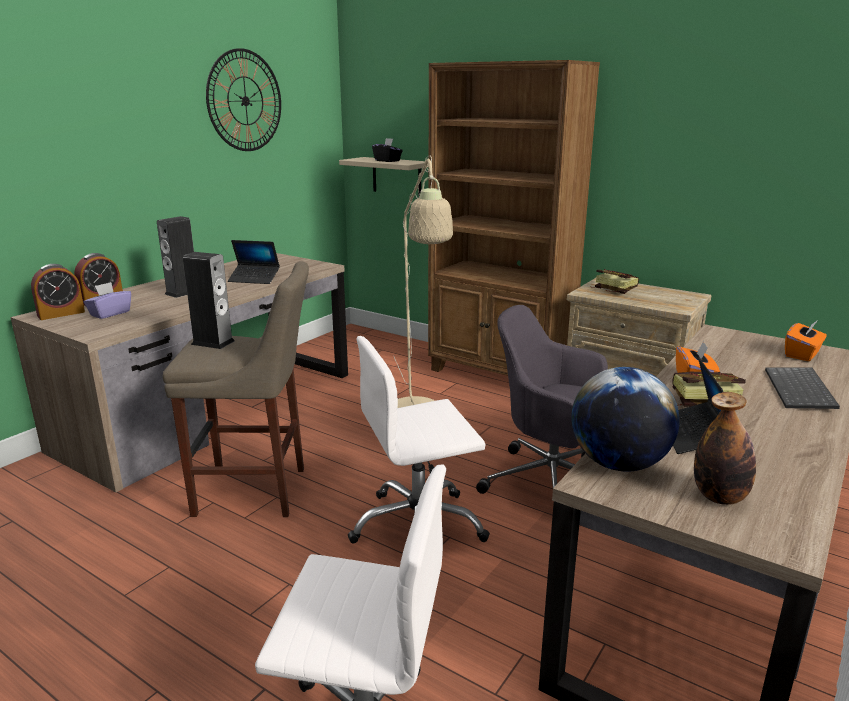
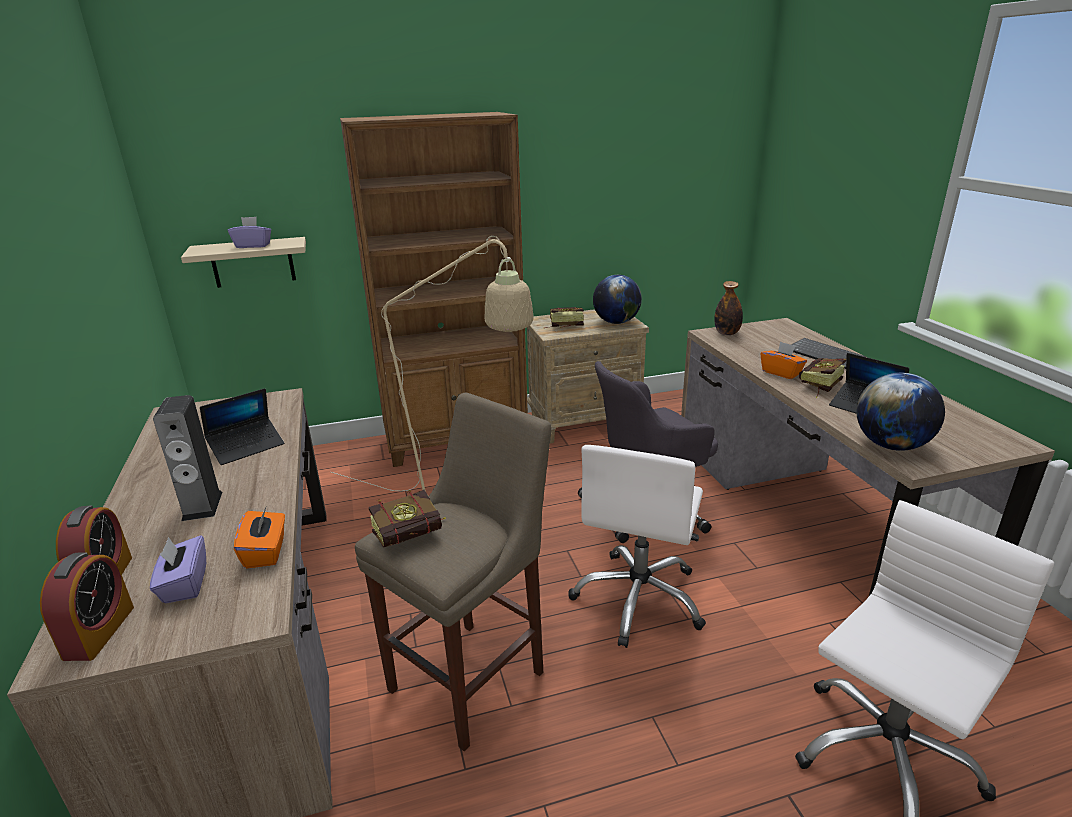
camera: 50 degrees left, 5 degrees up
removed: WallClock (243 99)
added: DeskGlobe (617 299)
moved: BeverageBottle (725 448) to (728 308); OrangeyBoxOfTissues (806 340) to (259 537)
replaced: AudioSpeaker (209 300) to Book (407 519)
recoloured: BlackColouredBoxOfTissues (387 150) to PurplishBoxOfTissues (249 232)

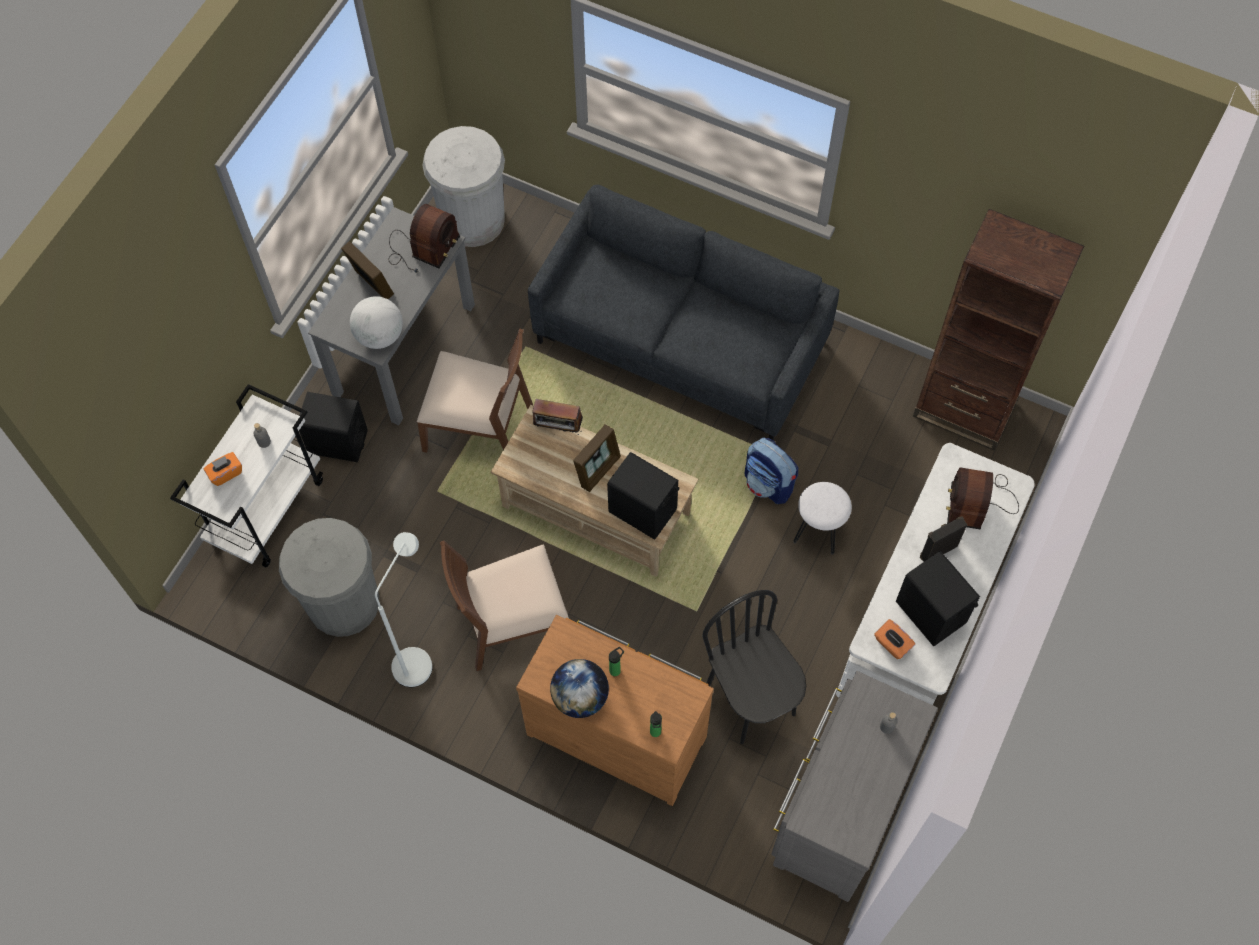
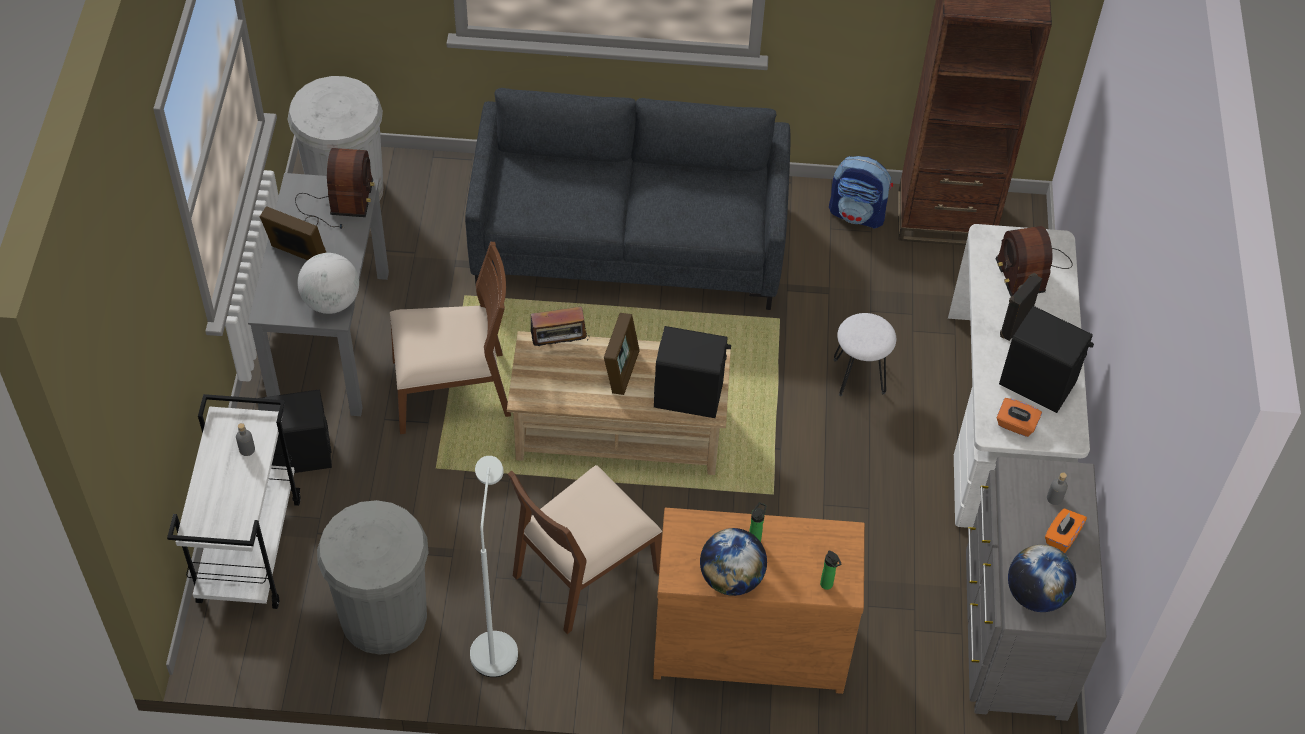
camera: 25 degrees left, 10 degrees down
removed: BlackColouredUprightChair (754 667)
added: DeskGlobe (1042 578)
moved: OrangeyBoxOfTissues (223 469) to (1066 530); Knapsack (771 471) to (861 192)

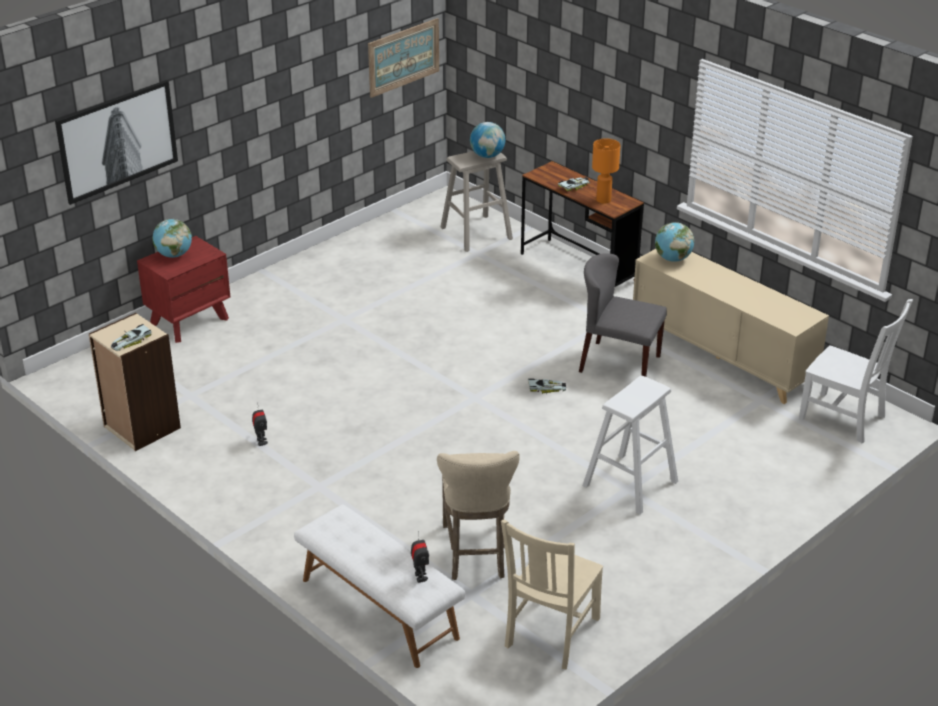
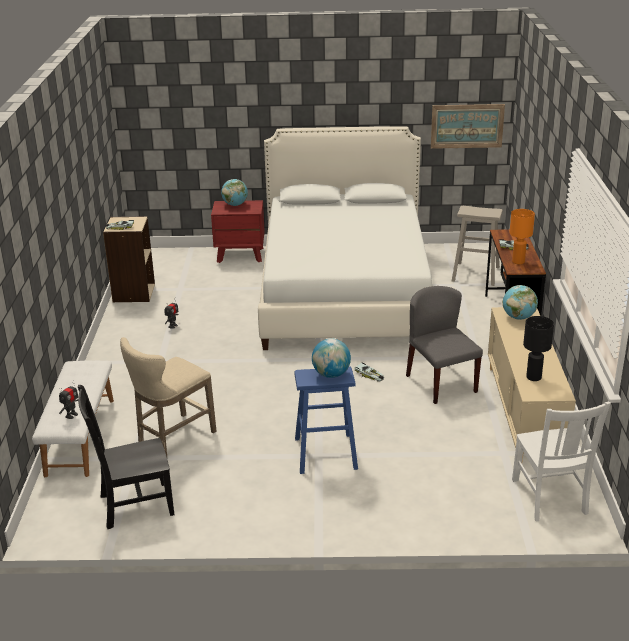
camera: 45 degrees right, 5 degrees down
removed: WallArt (116 142)
added: WhiteColouredSleepingBed (345 238); BlackColouredLampForATable (538 348)
moved: DeskGlobe (487 140) to (331 358)
recoloured: BeigeUprightChair (552 594) to BlackColouredUprightChair (126 457); WhiteColouredStool (630 445) to BlueStool (326 420)

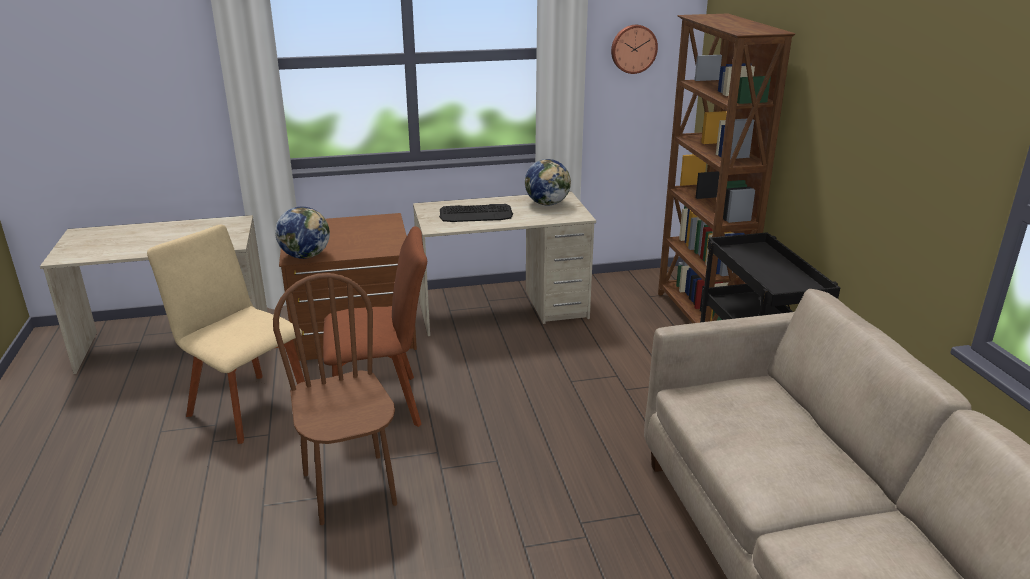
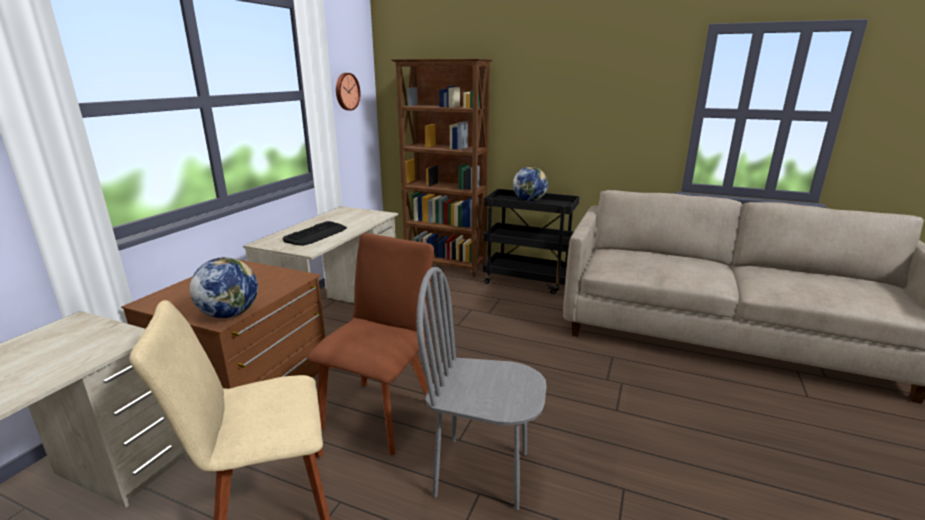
camera: 55 degrees left, 5 degrees down
moved: DeskGlobe (548 182) to (530 184)
recoloured: BrownColouredUprightChair (335 399) to GrayUprightChair (481 388)

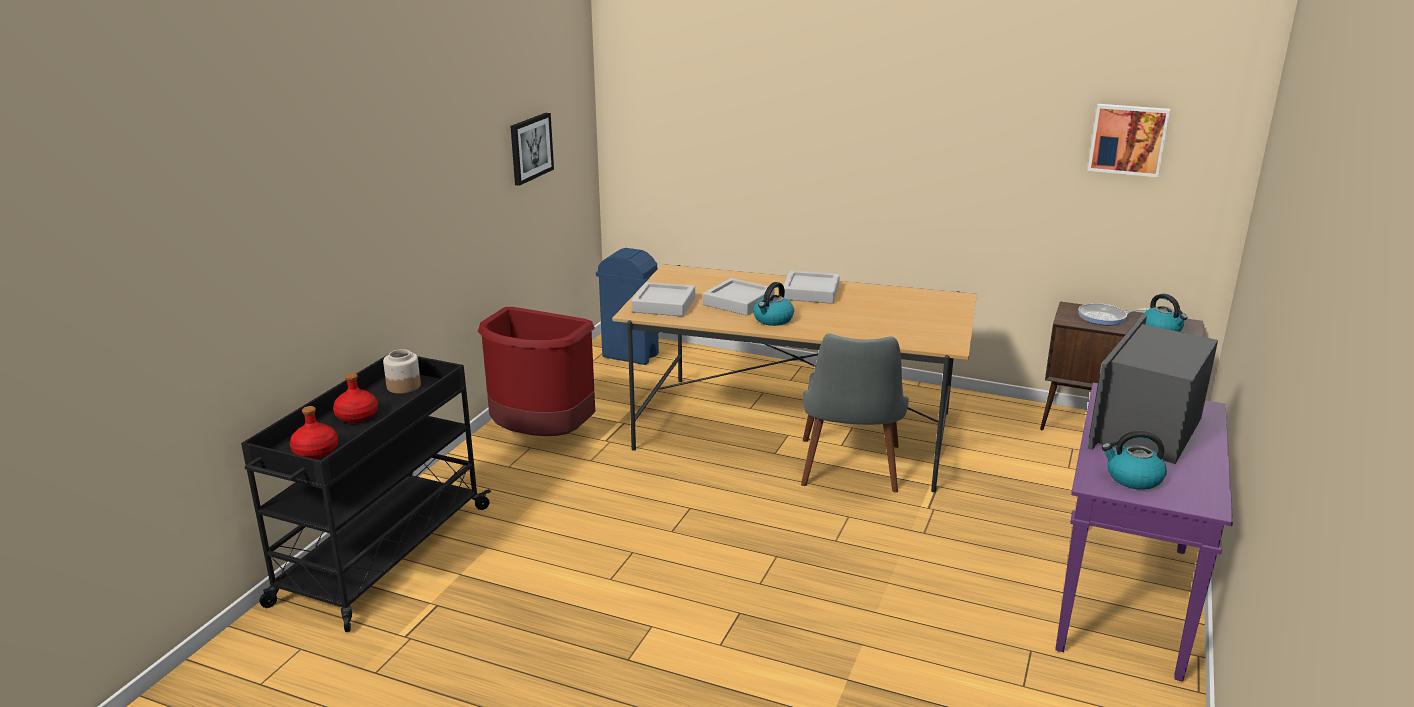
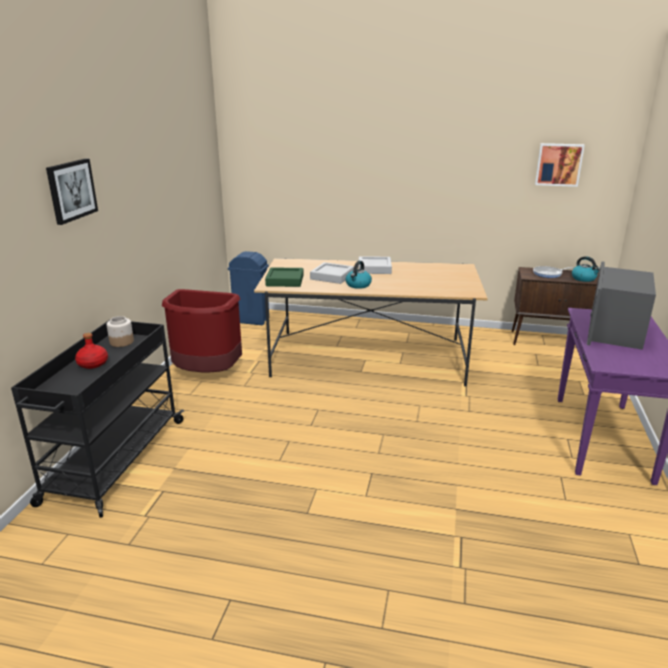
camera: 10 degrees left, 0 degrees up
removed: ReddishBeverageBottle (314 432); GrayUprightChair (855 412); WaterKettle (1134 460)
moved: WallArt (532 149) to (72 191)
recoloured: GrayServingTray (663 299) to GreenishServingTray (284 277)

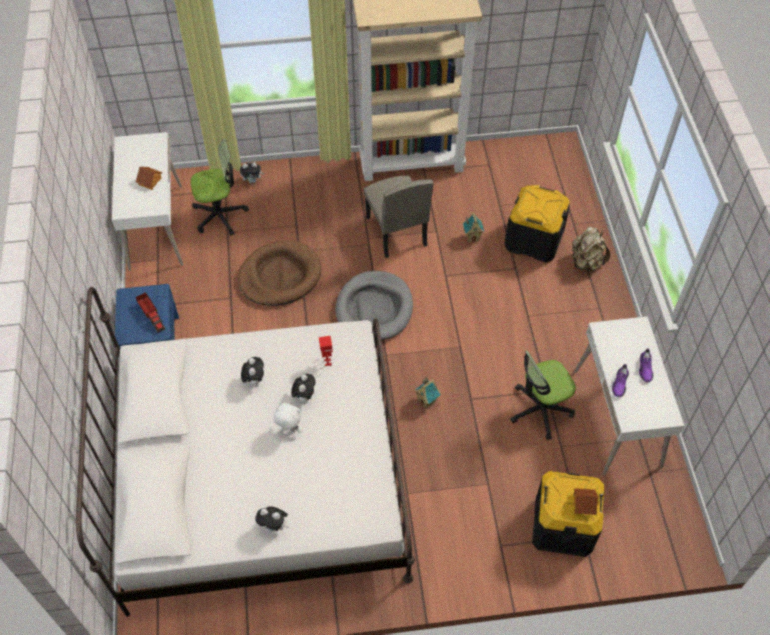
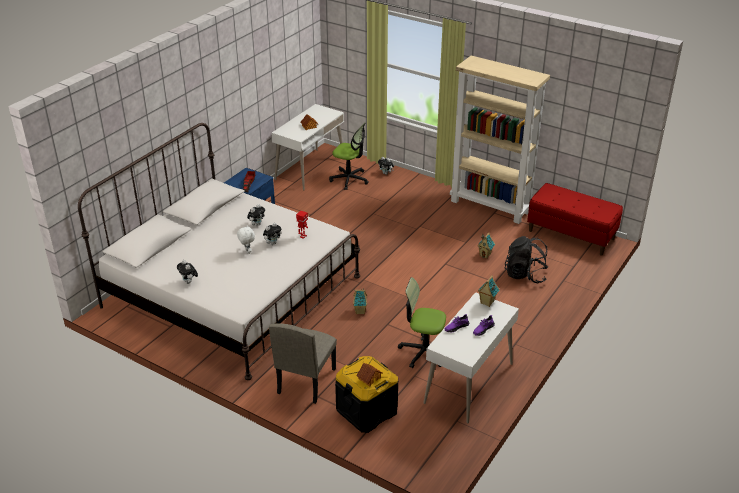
camera: 40 degrees right, 20 degrees down
removed: BrownColouredDogCushion (279 273); GrayDogCushion (374 305); BeigeKnapsack (591 249)
added: MiniatureHouse (488 291); ReddishLongSeat (575 219)
moved: BeigeUprightChair (398 217) to (303 363)
replaced: BlackColouredStorageBin (537 224) to BlackColouredKnapsack (526 259)

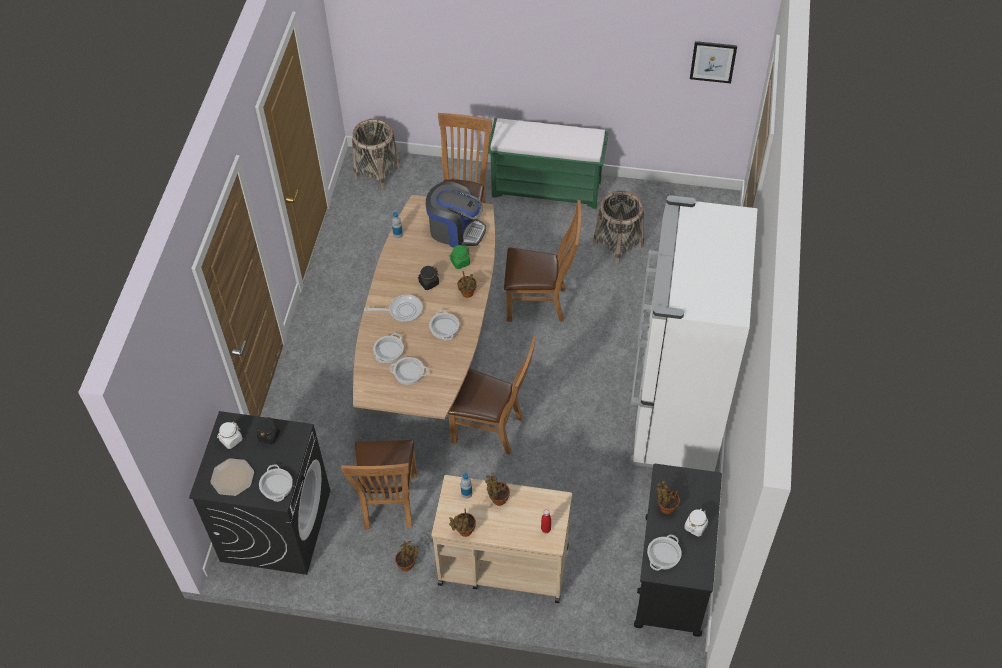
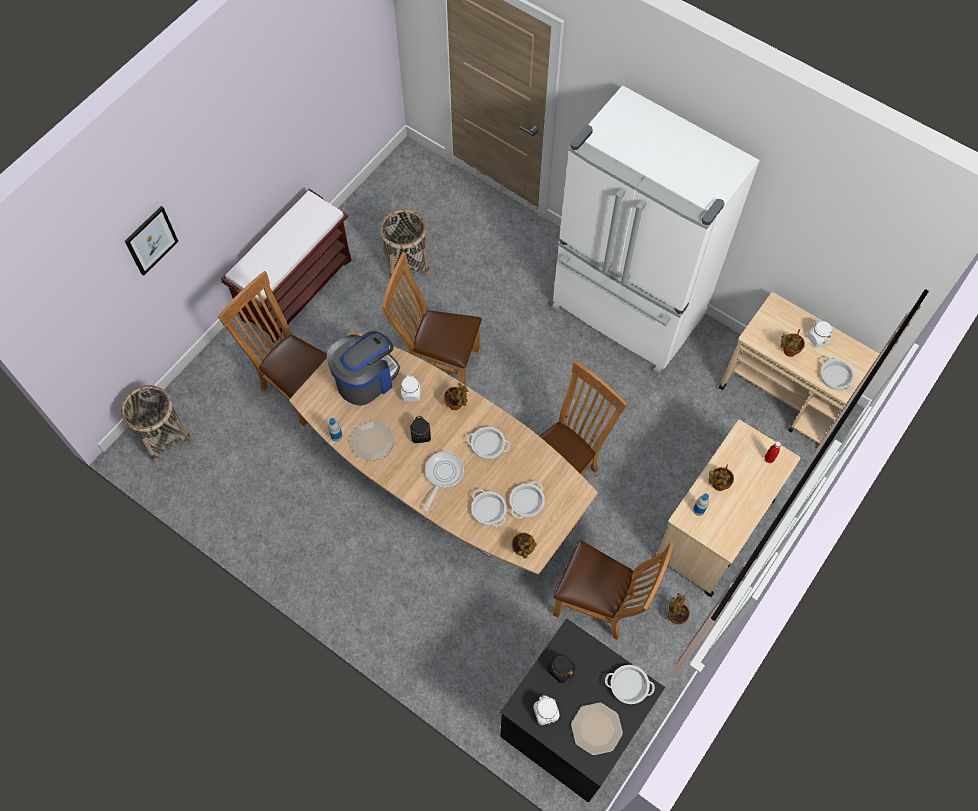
camera: 65 degrees left, 10 degrees up
added: DinnerPlate (372 441)
moved: PlantInAPot (462 523) to (524 546); WallArt (713 62) to (152 241)
recoloured: GreenishJar (459 257) to WhiteColouredJar (410 388); GreenishLongSeat (548 163) to BrownColouredLongSeat (286 266); BlackColouredTrolley (678 550) to BeigeTrolley (798 368)
turned: BrownColouredUprightChair (542 261) = (432 318) 105 degrees counterclockwise

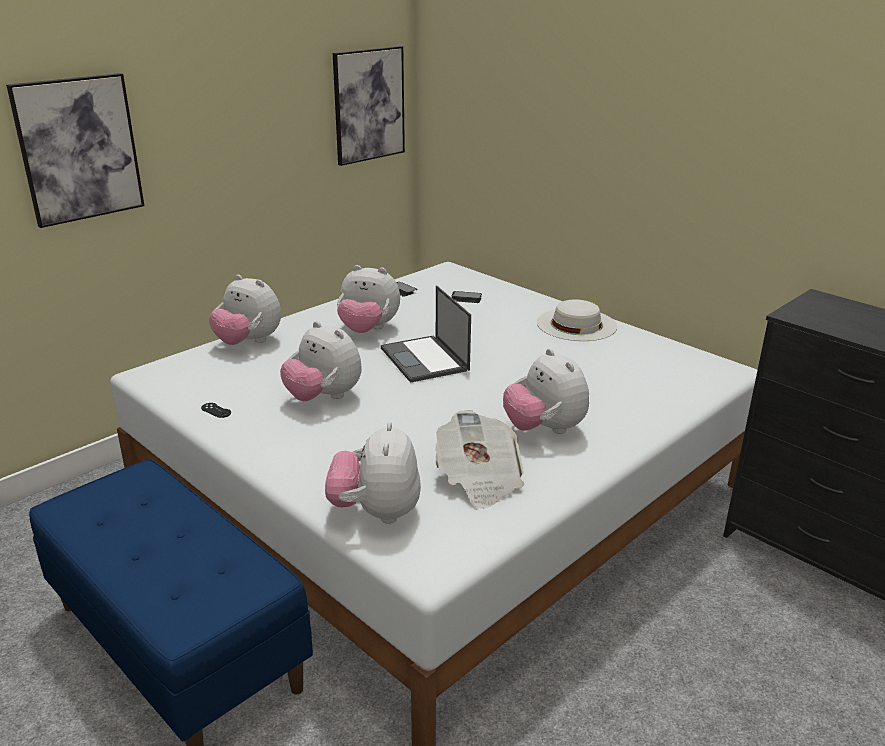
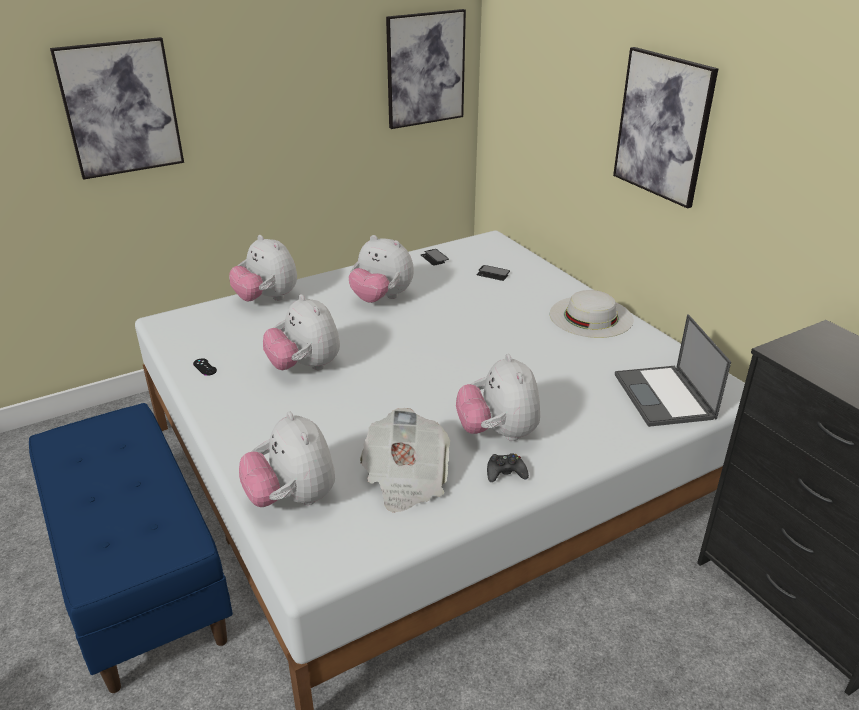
camera: 15 degrees right, 5 degrees up
added: BlackColouredGamepad (508 467); WallArt (665 128)
moved: NotebookComputer (426 334) to (673 370)
turned: PlushToy (373 473) = (287 459) 45 degrees counterclockwise

